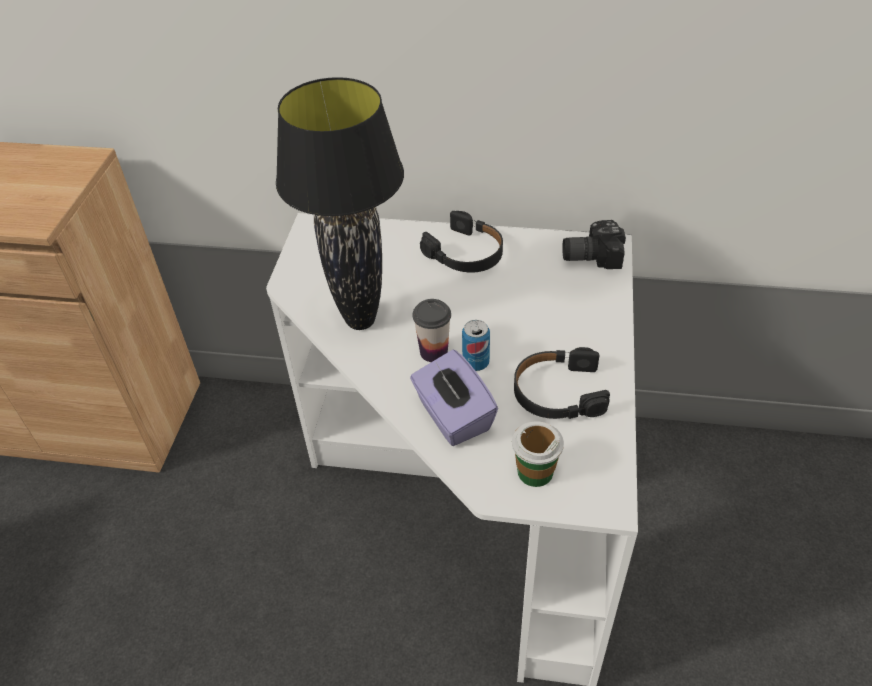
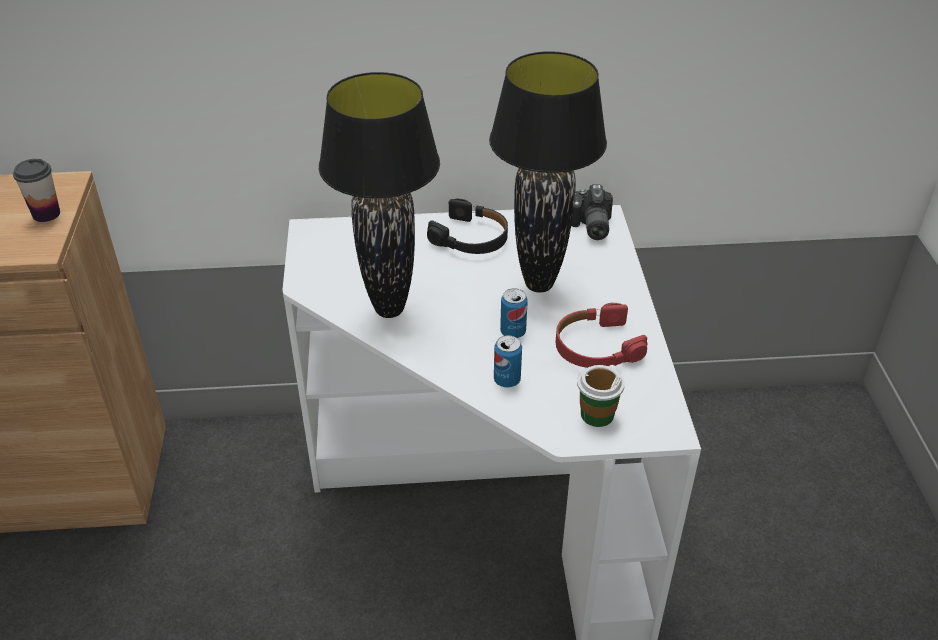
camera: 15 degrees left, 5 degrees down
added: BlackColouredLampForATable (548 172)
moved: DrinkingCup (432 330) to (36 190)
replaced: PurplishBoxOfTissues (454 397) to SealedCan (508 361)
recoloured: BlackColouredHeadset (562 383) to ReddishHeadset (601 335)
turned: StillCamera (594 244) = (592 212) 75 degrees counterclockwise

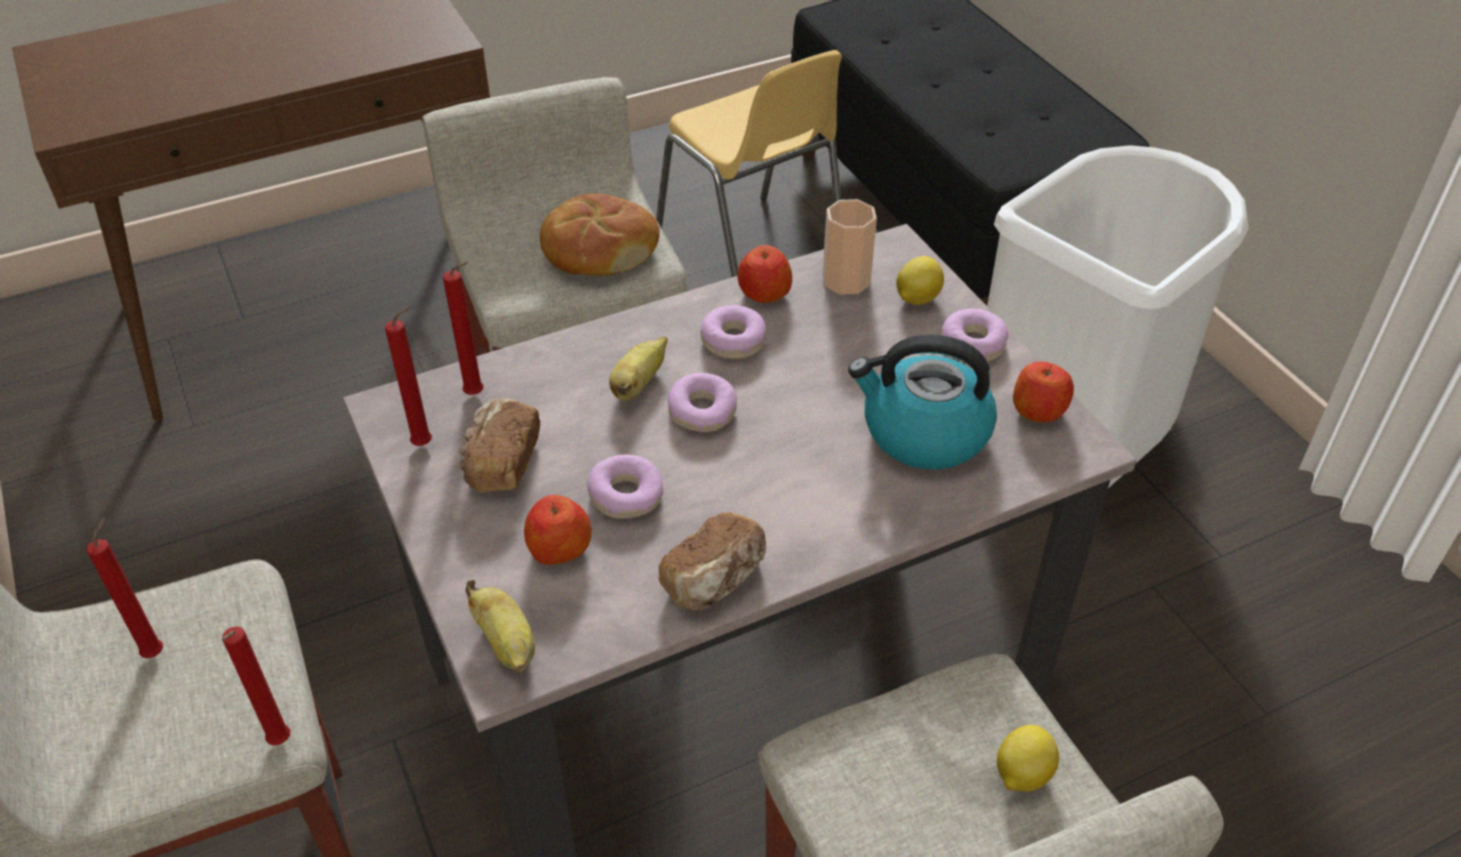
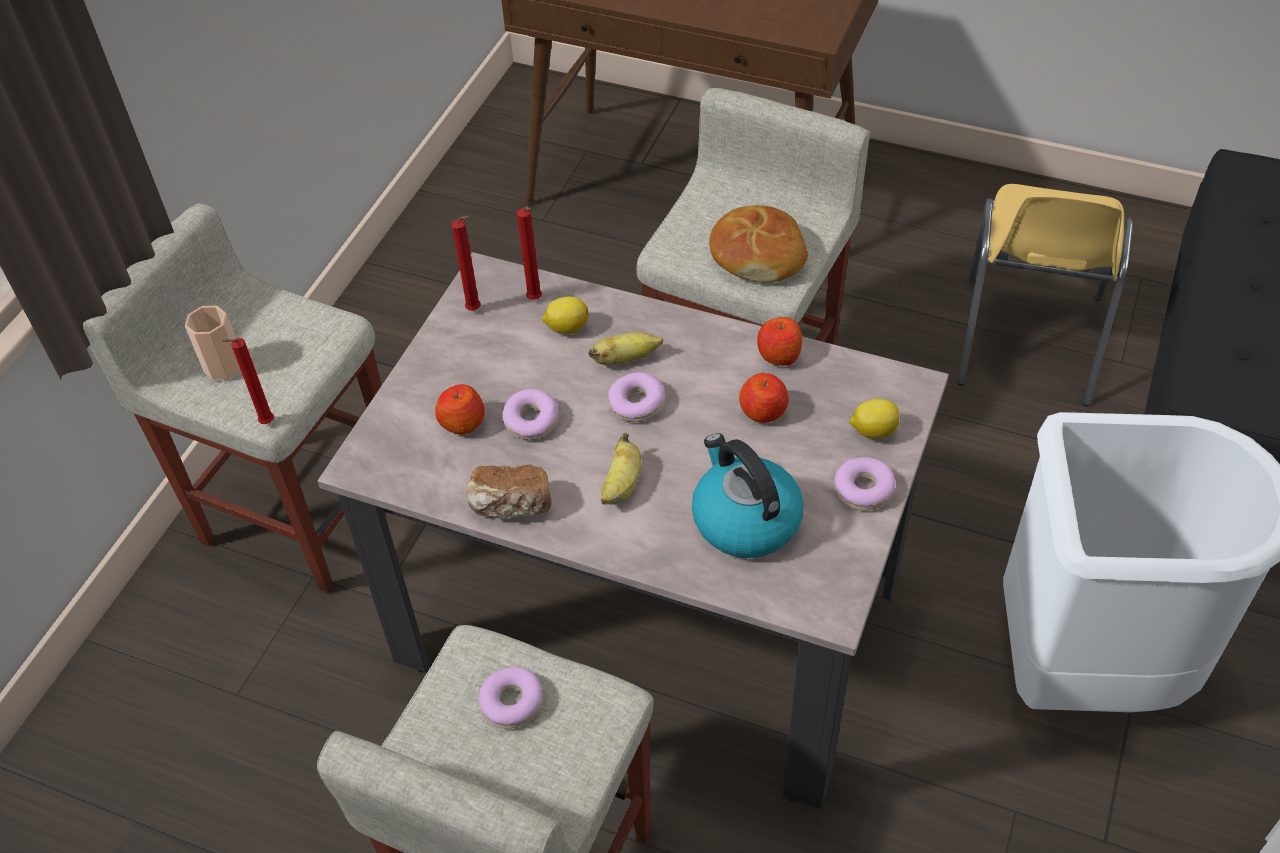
camera: 50 degrees right, 5 degrees up
removed: ReddishWaxLight (125 588); BakedBread (499 445)
moved: WholeBanana (500 626) to (621 469); Doughnut (733 332) to (511 698); DrinkingCup (849 247) to (213 343); WholeLemon (1028 758) to (565 315); WholeApple (1043 392) to (764 398)

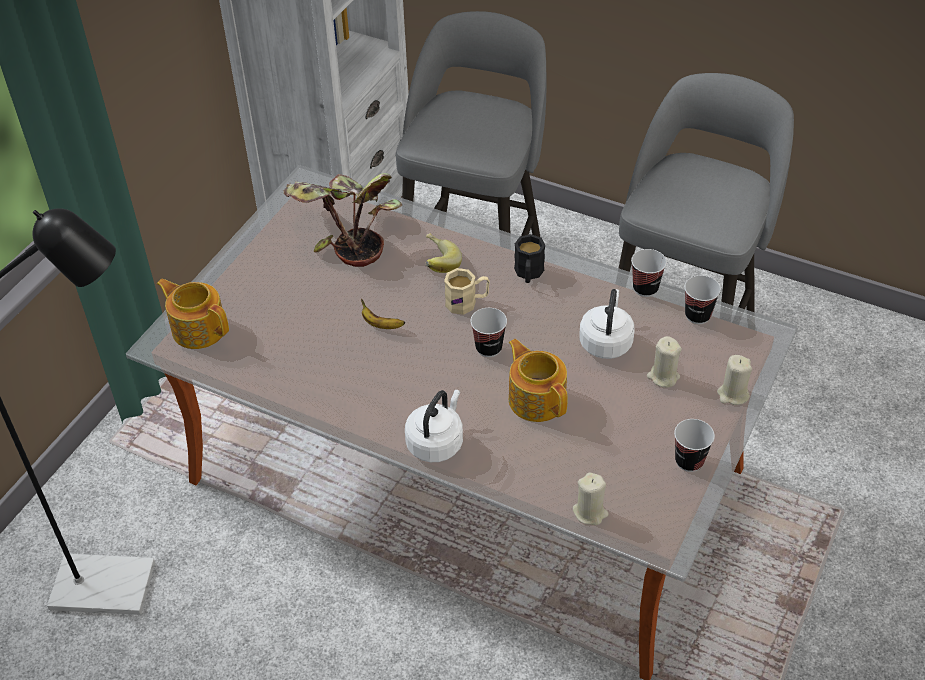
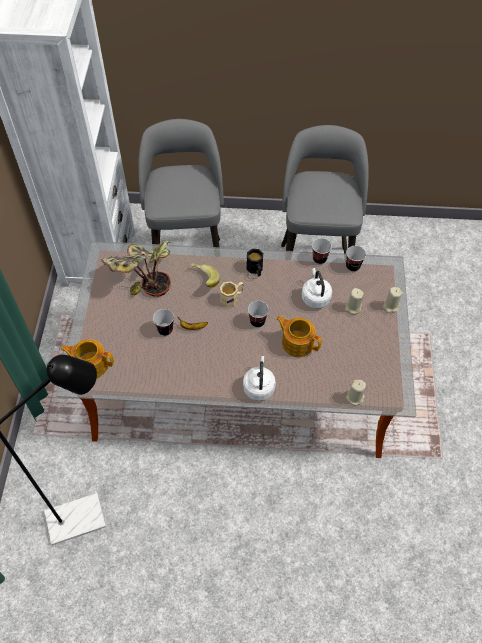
camera: 25 degrees left, 10 degrees up
moved: DrinkingCup (694 445) to (163 322)

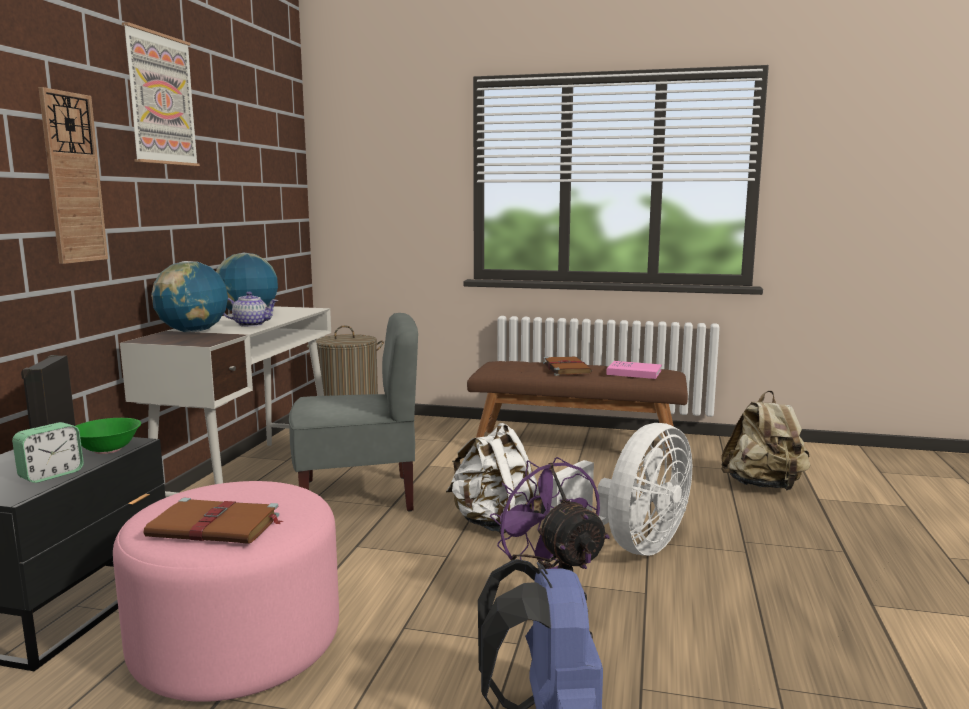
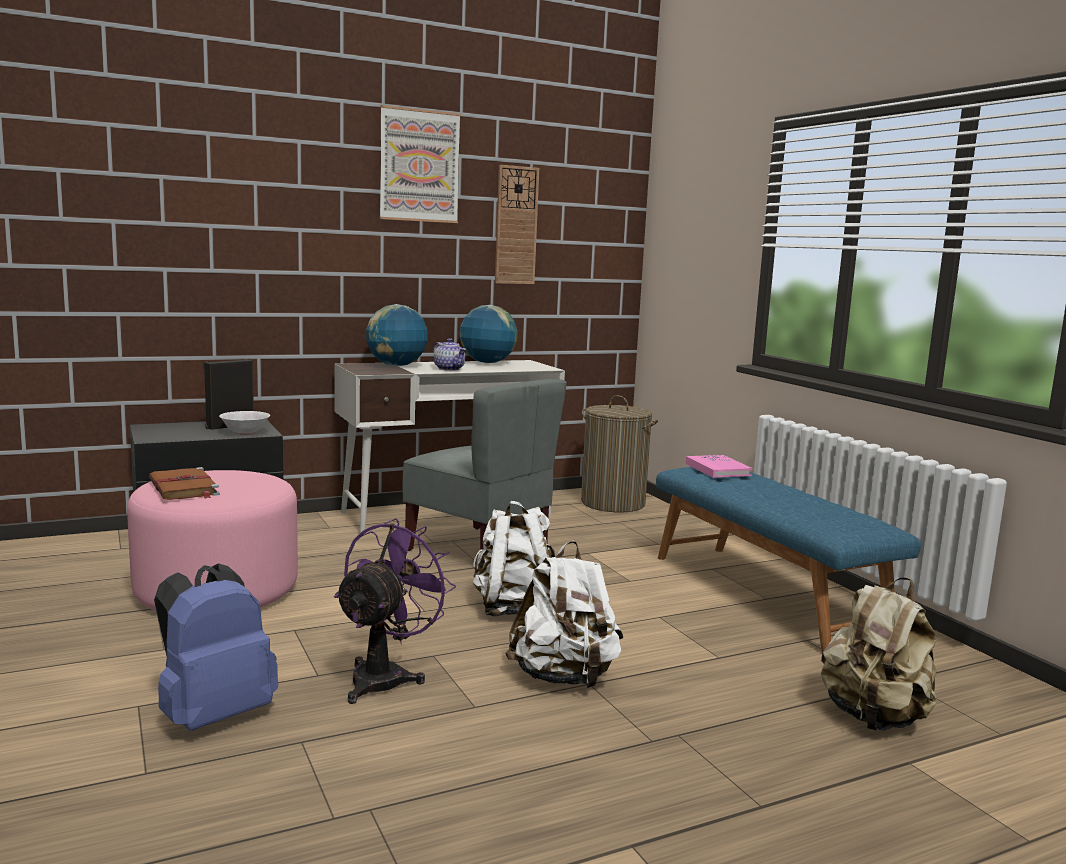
camera: 50 degrees right, 0 degrees up
removed: BedsideClock (48 452); BrownColouredBook (567 366)
moved: WallClock (73 175) to (517 224); PinkBook (634 370) to (719 466)
replaced: WhiteColouredElectricFan (621 489) to WhiteColouredKnapsack (564 614)
recoloured: GreenishServingBowl (108 436) to WhiteColouredServingBowl (244 423); BrownColouredLongSeat (577 412) to BlueLongSeat (788 560)

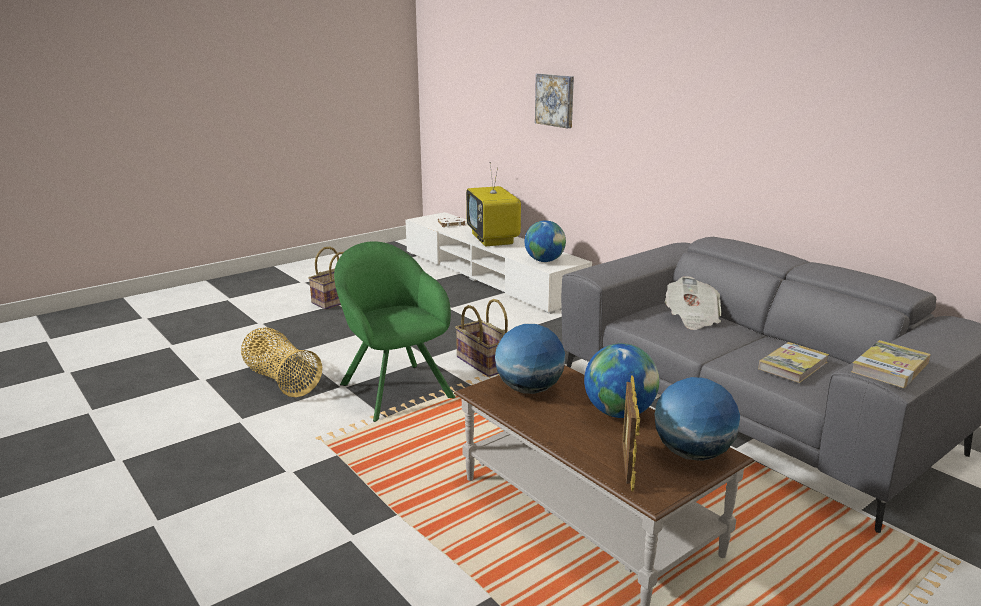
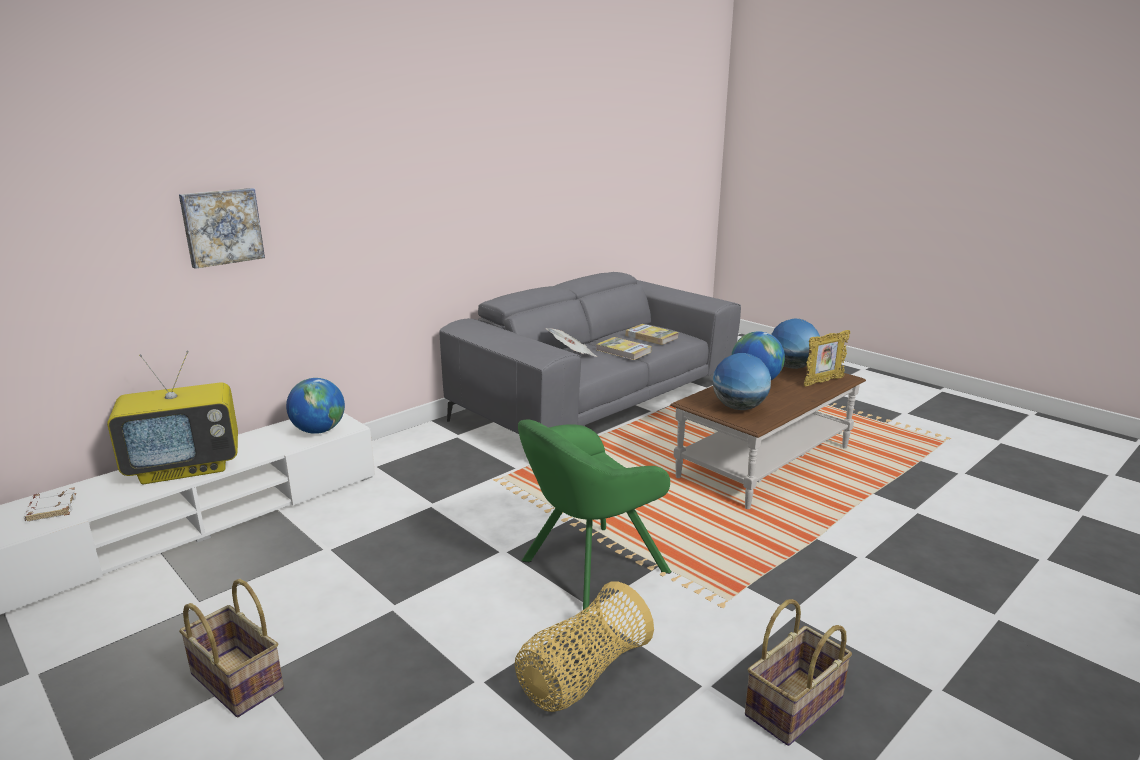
camera: 95 degrees left, 0 degrees up
moved: StorageBasket (481 338) to (798 672); Book (891 364) to (624 348)
turned: PhotoFrame (631 433) = (827 358) 150 degrees clockwise

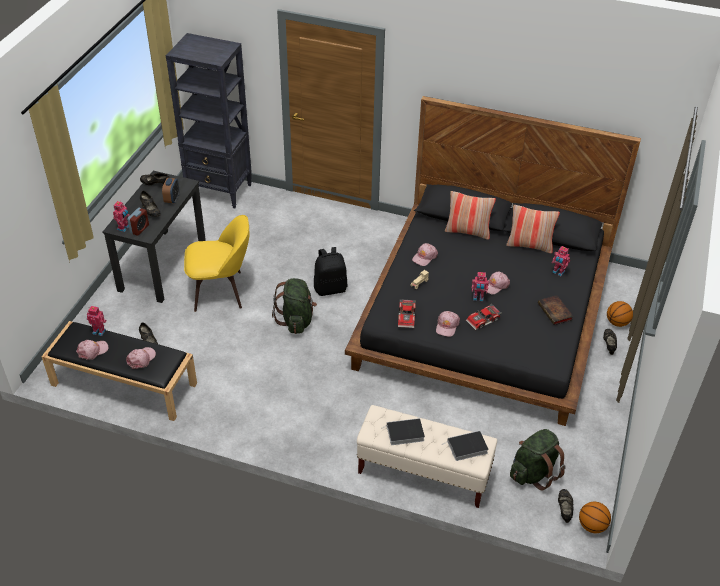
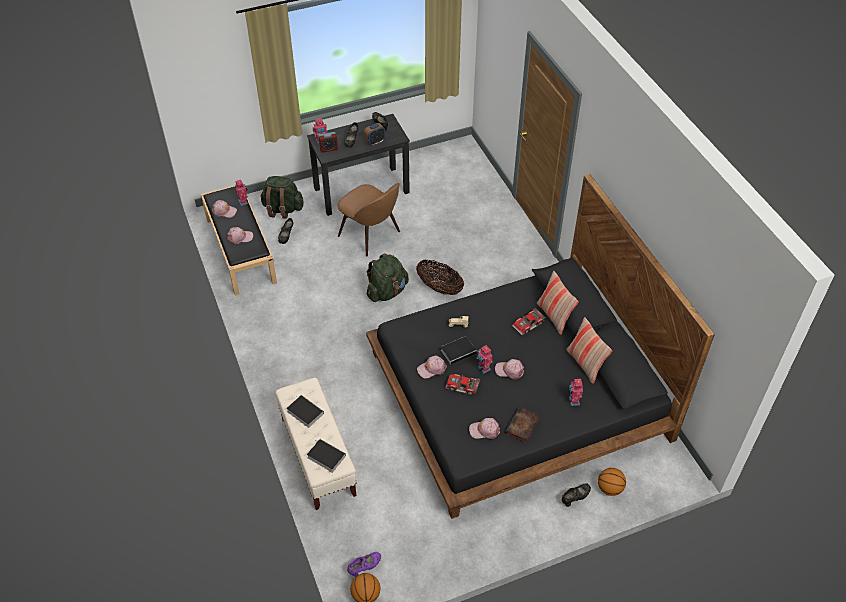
camera: 50 degrees right, 5 degrees up
removed: BlackColouredBookcase (209 120)
added: Book (460 350)
moved: ToyCar (407 313) to (528 321); PinkPeakedCap (425 254) to (484 428); GreenishKnapsack (537 460) to (282 197)
replaced: BlackColouredKnapsack (331 271) to StorageBasket (440 277)
recoloured: YellowColouredUprightChair (216 263) to BrownColouredUprightChair (368 220); BlackColouredLowShoe (565 506) to PurplishLowShoe (364 564)

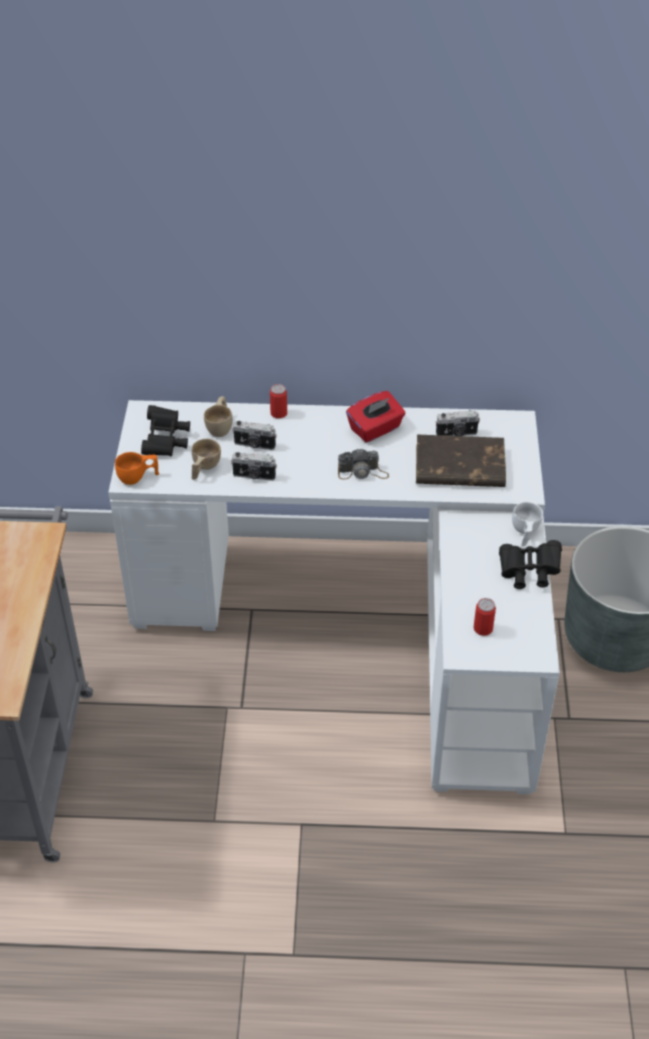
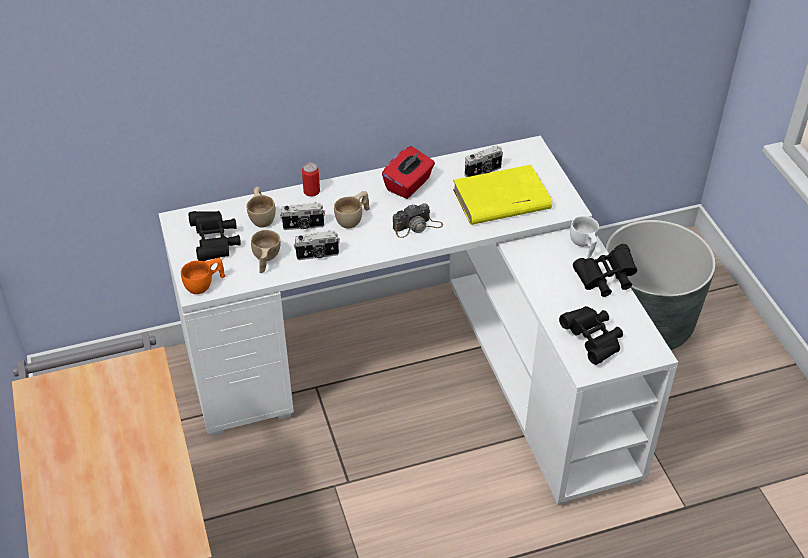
camera: 20 degrees left, 0 degrees up
added: BeigeDrinkingCup (352 210)
replaced: SealedCan (484 617) to BlackColouredPairOfBinoculars (591 335)
recoloured: BrownColouredBook (461 460) to YellowColouredBook (502 195)

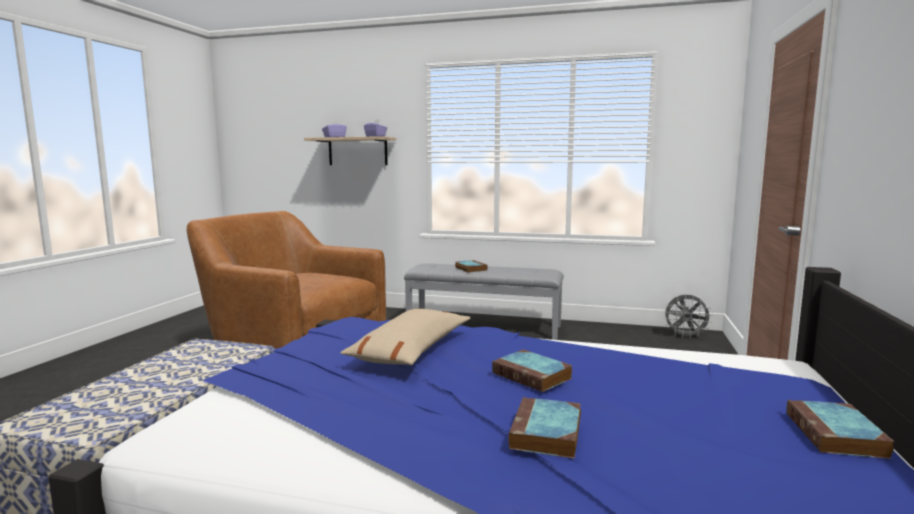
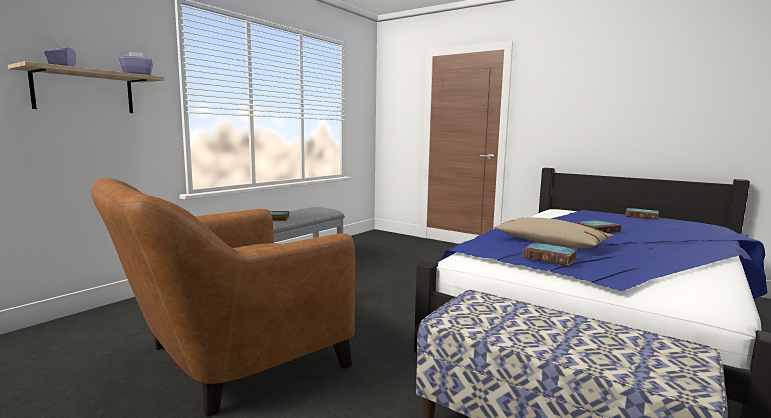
camera: 70 degrees left, 0 degrees up
removed: GrayElectricFan (688 316)
moved: Book (544 427) to (550 254)

